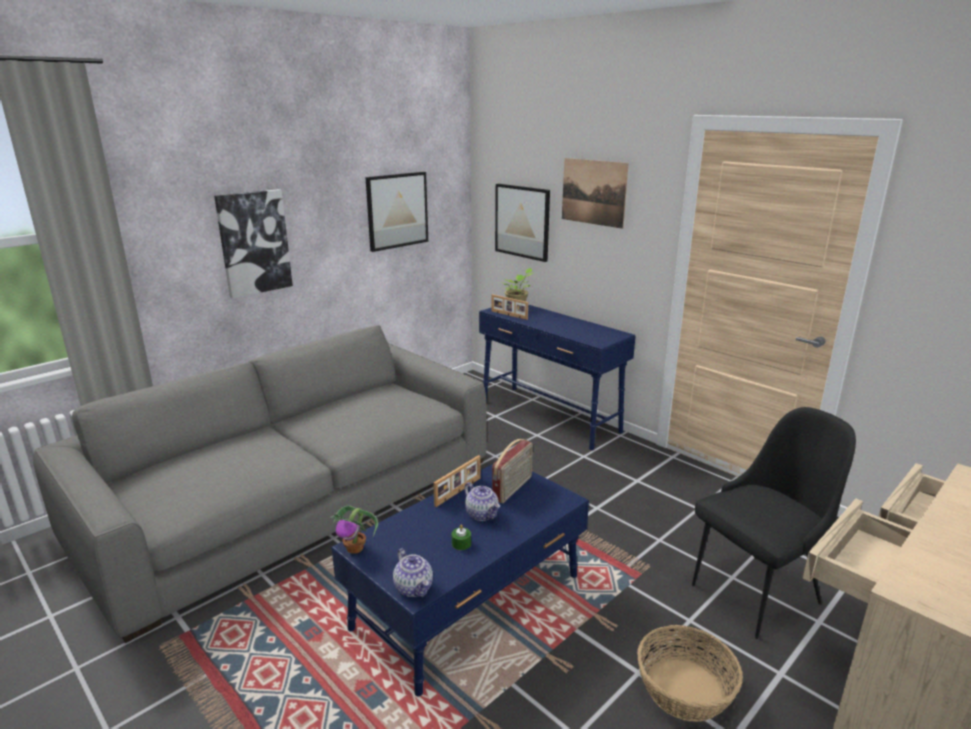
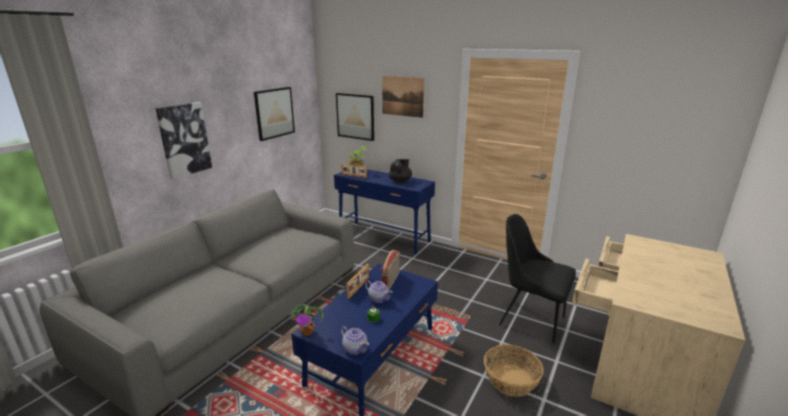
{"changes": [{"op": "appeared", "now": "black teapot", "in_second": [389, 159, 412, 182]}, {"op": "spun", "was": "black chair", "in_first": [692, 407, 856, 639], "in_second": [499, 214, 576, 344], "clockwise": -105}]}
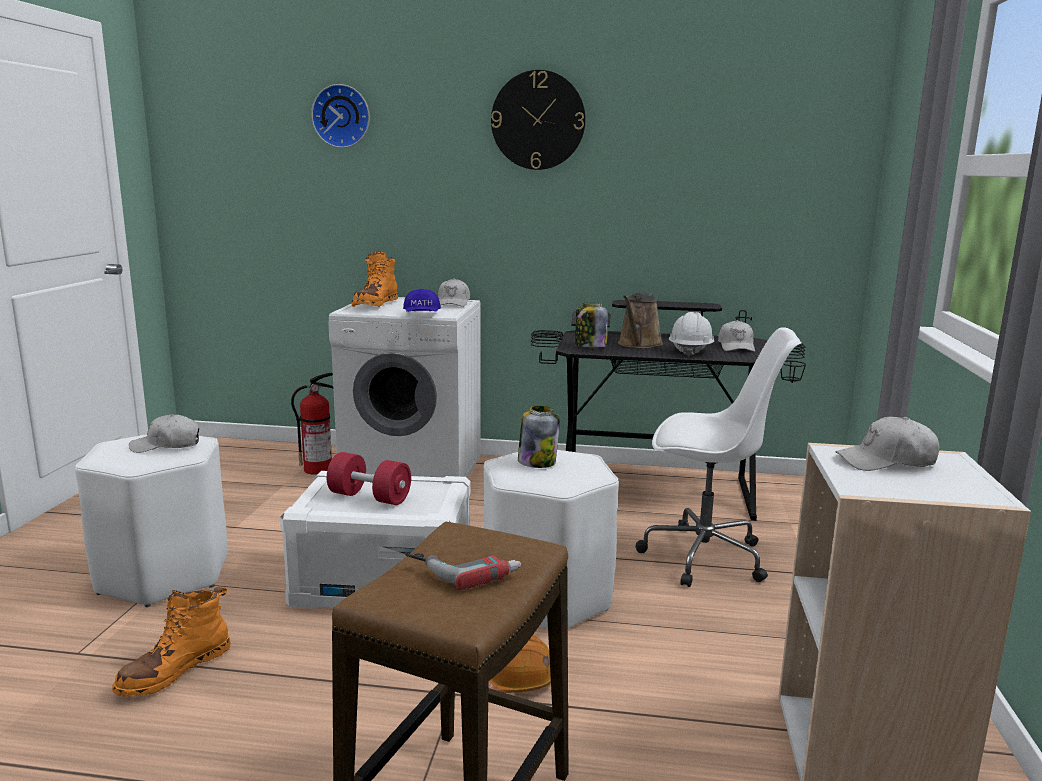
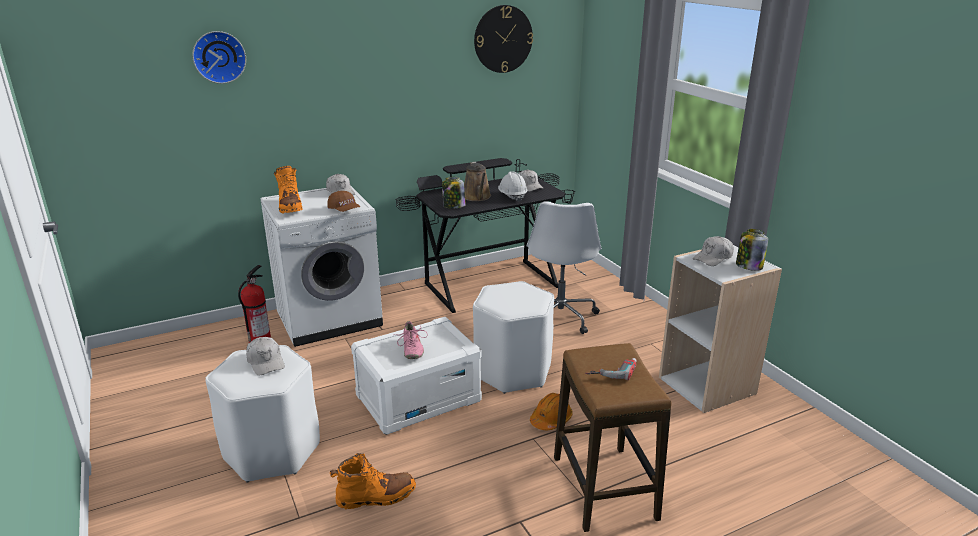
{"changes": [{"op": "spun", "was": "white cap", "in_first": [129, 414, 199, 453], "in_second": [246, 337, 285, 375], "clockwise": -75}, {"op": "colour", "was": "blue cap", "now": "brown cap", "in_first": [403, 289, 441, 312], "in_second": [327, 191, 361, 212]}, {"op": "spun", "was": "orange boot", "in_first": [112, 587, 231, 697], "in_second": [330, 453, 416, 510], "clockwise": -105}, {"op": "exchanged", "was": "red dumbbell", "now": "pink shoe", "in_first": [327, 452, 411, 505], "in_second": [395, 321, 428, 359]}, {"op": "relocated", "was": "wall clock", "in_first": [491, 70, 586, 170], "in_second": [474, 5, 533, 73]}, {"op": "spun", "was": "white office chair", "in_first": [635, 327, 802, 587], "in_second": [526, 201, 602, 334], "clockwise": 120}, {"op": "relocated", "was": "jar", "in_first": [518, 406, 560, 468], "in_second": [736, 229, 768, 271]}]}
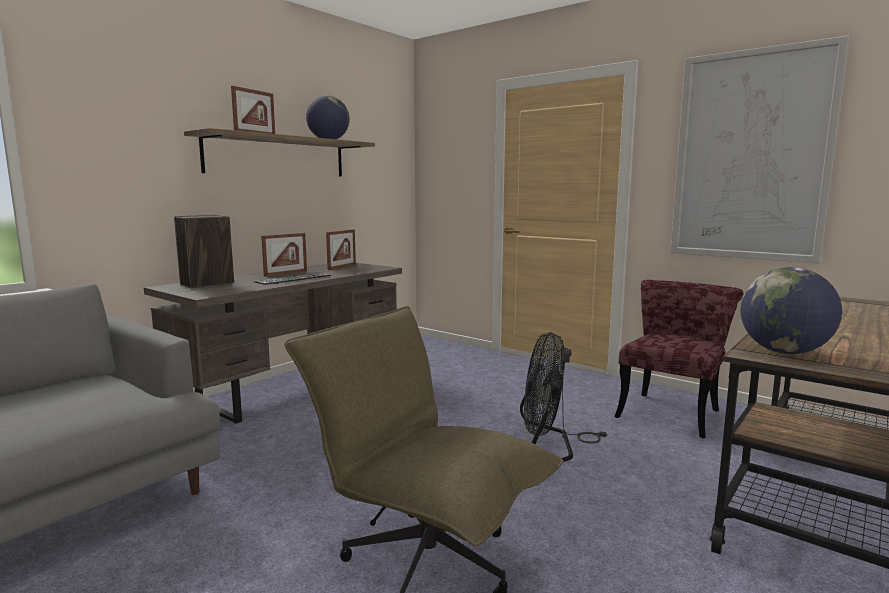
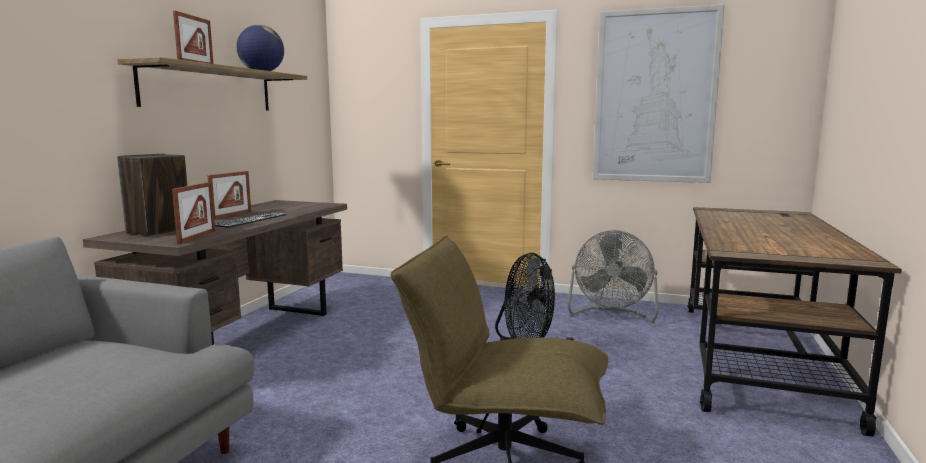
{"changes": [{"op": "relocated", "was": "picture frame", "in_first": [326, 229, 356, 270], "in_second": [172, 182, 215, 244]}, {"op": "exchanged", "was": "red chair", "now": "grey fan", "in_first": [614, 280, 744, 438], "in_second": [567, 230, 658, 324]}, {"op": "missing", "was": "globe", "in_first": [740, 267, 842, 354]}]}
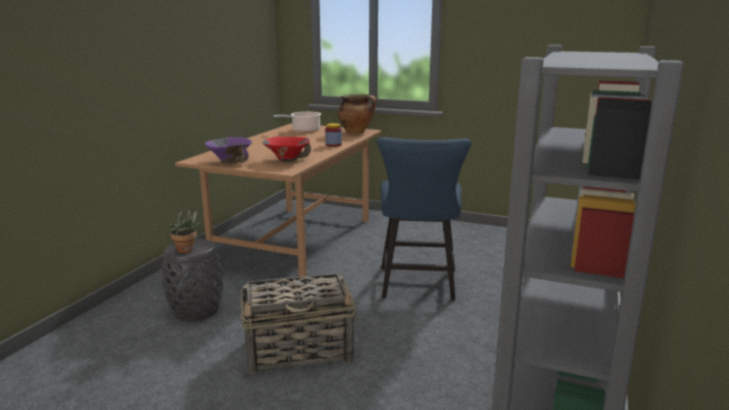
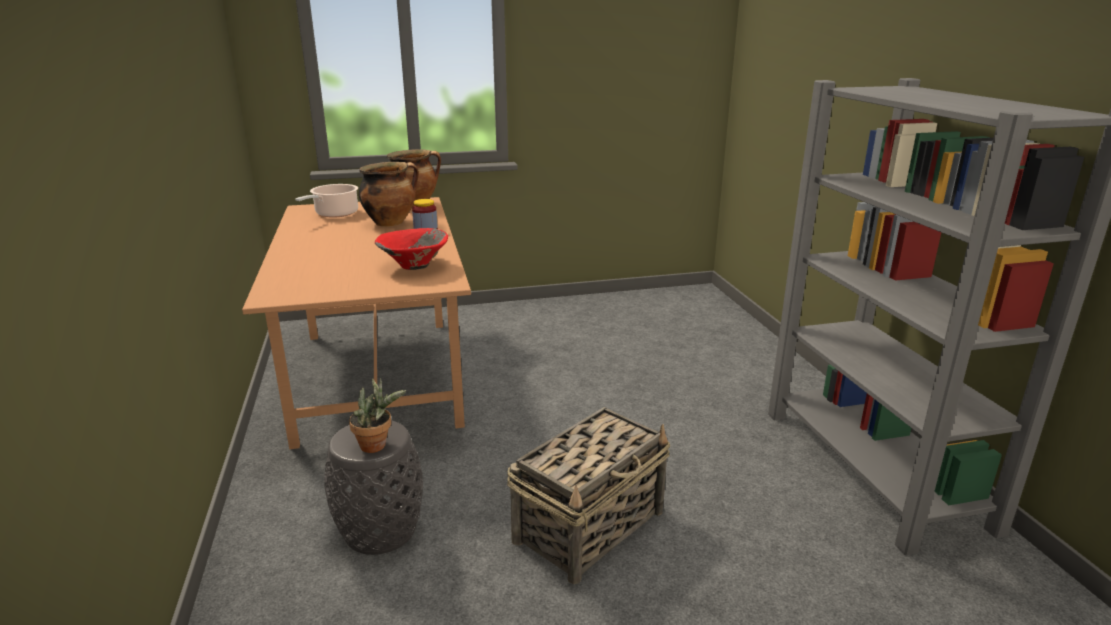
{"changes": [{"op": "appeared", "now": "cooking pot", "in_second": [359, 162, 419, 227]}, {"op": "missing", "was": "purple bowl", "in_first": [205, 137, 252, 163]}, {"op": "missing", "was": "blue chair", "in_first": [377, 137, 472, 301]}]}
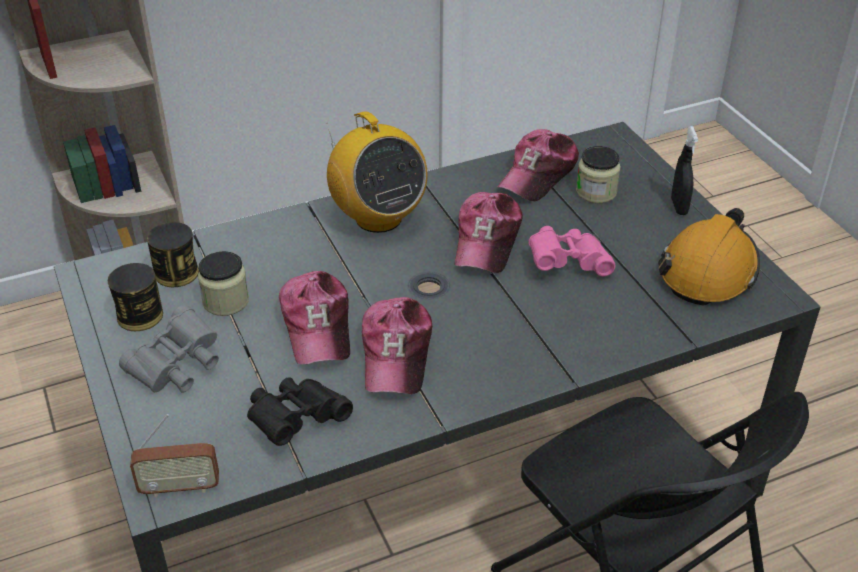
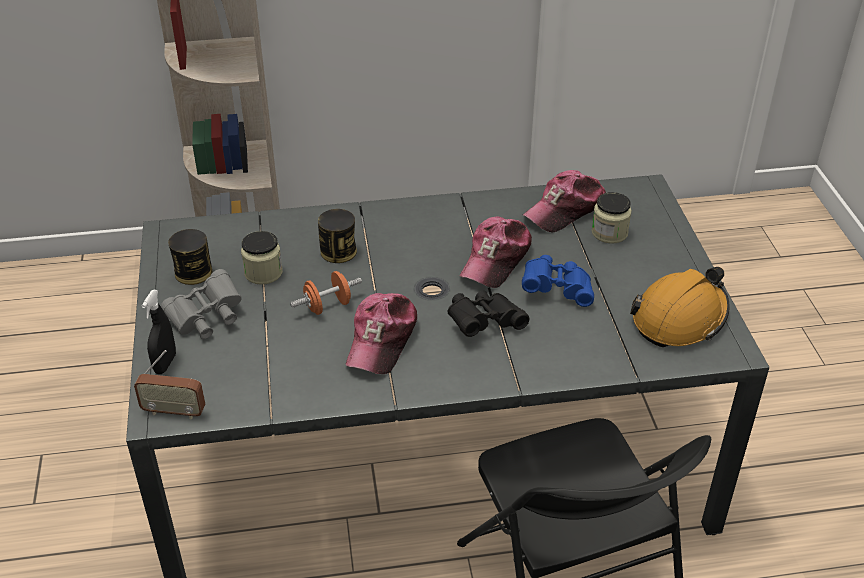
{"changes": [{"op": "relocated", "was": "black spray bottle", "in_first": [671, 126, 698, 215], "in_second": [142, 290, 176, 374]}, {"op": "exchanged", "was": "cap", "now": "orange dumbbell", "in_first": [279, 271, 350, 365], "in_second": [290, 271, 362, 315]}, {"op": "relocated", "was": "can", "in_first": [147, 222, 199, 287], "in_second": [318, 209, 357, 263]}, {"op": "relocated", "was": "black binoculars", "in_first": [247, 377, 353, 446], "in_second": [448, 290, 529, 337]}, {"op": "colour", "was": "pink binoculars", "now": "blue binoculars", "in_first": [528, 226, 616, 276], "in_second": [522, 255, 594, 307]}, {"op": "missing", "was": "radio", "in_first": [326, 111, 428, 233]}]}
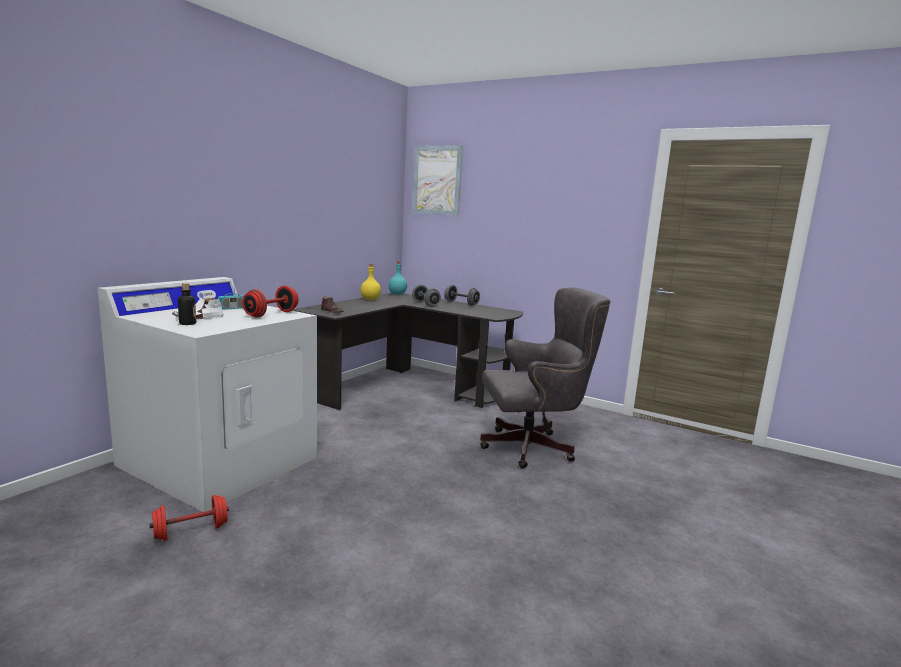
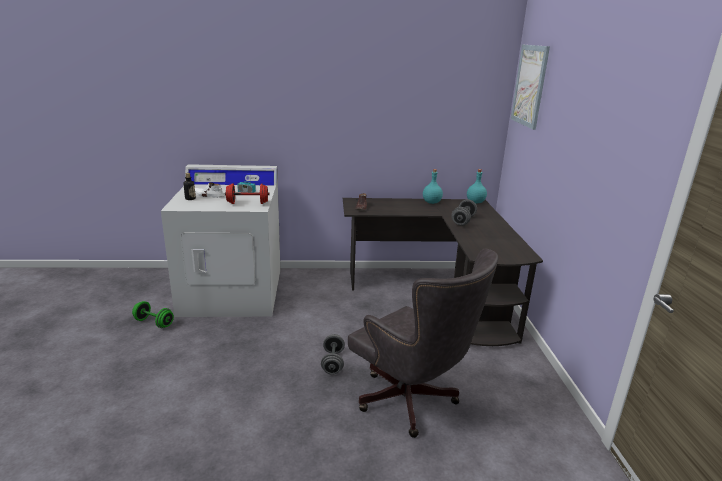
{"changes": [{"op": "colour", "was": "red dumbbell", "now": "green dumbbell", "in_first": [149, 495, 229, 541], "in_second": [132, 301, 174, 328]}, {"op": "relocated", "was": "grey dumbbell", "in_first": [444, 285, 480, 306], "in_second": [321, 334, 345, 375]}, {"op": "colour", "was": "yellow bottle", "now": "turquoise bottle", "in_first": [360, 264, 381, 300], "in_second": [423, 169, 443, 204]}]}
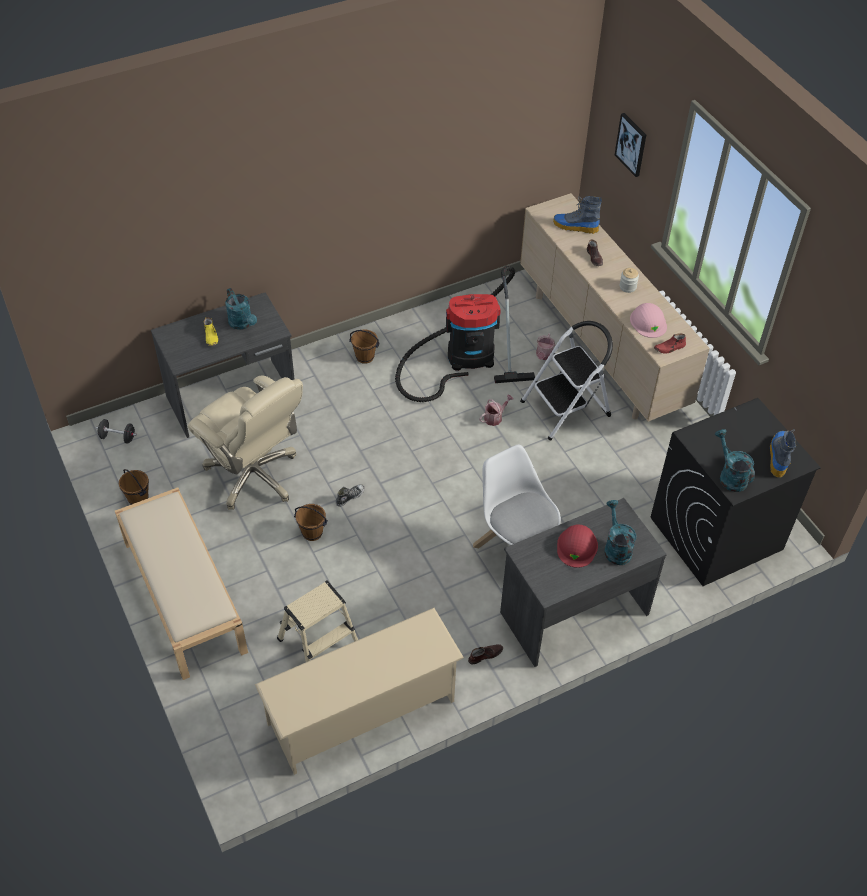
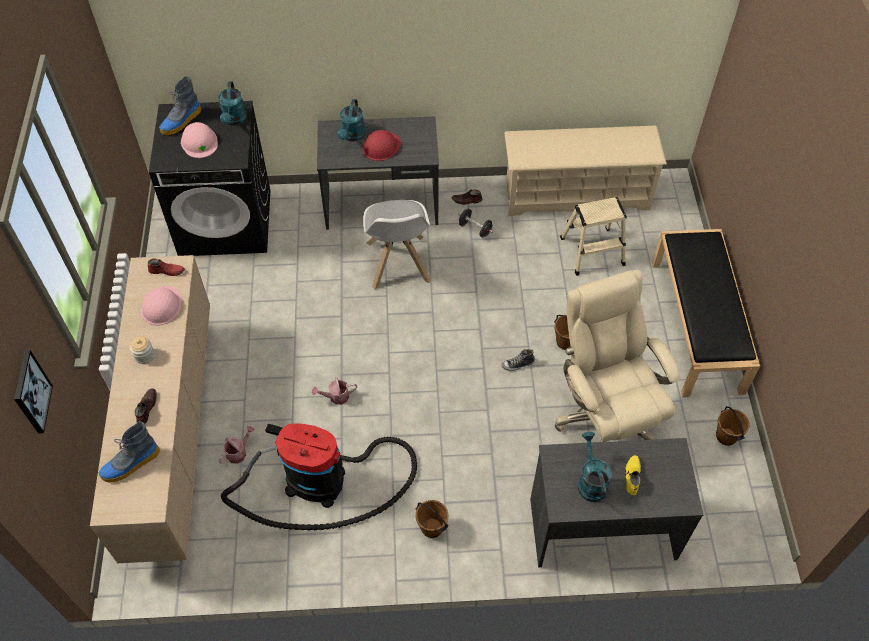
{"changes": [{"op": "spun", "was": "boot", "in_first": [553, 196, 602, 234], "in_second": [99, 421, 160, 483], "clockwise": 105}, {"op": "appeared", "now": "pink hard hat", "in_second": [181, 122, 218, 158]}, {"op": "relocated", "was": "black dumbbell", "in_first": [96, 419, 137, 444], "in_second": [459, 209, 493, 238]}, {"op": "colour", "was": "beige bench", "now": "black bench", "in_first": [115, 488, 248, 680], "in_second": [652, 229, 760, 398]}, {"op": "missing", "was": "step ladder", "in_first": [520, 321, 613, 440]}]}
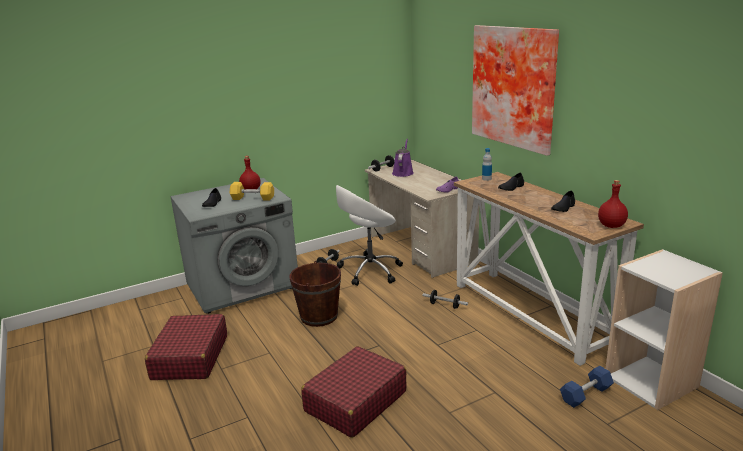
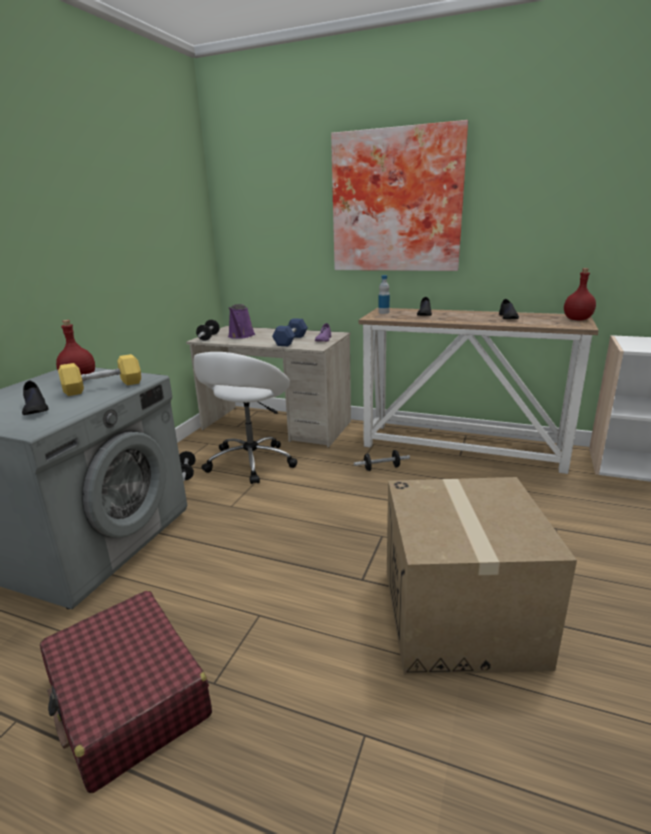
{"changes": [{"op": "spun", "was": "purple watering can", "in_first": [392, 139, 414, 177], "in_second": [228, 304, 255, 339], "clockwise": -150}, {"op": "relocated", "was": "blue dumbbell", "in_first": [560, 366, 614, 408], "in_second": [272, 318, 308, 346]}, {"op": "exchanged", "was": "red suitcase", "now": "cardboard box", "in_first": [301, 346, 407, 438], "in_second": [387, 477, 577, 675]}, {"op": "missing", "was": "brown bucket", "in_first": [289, 261, 341, 327]}]}
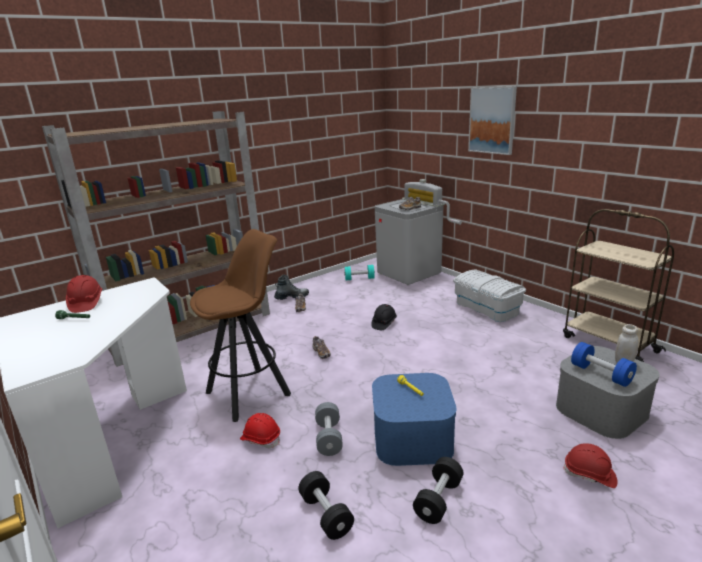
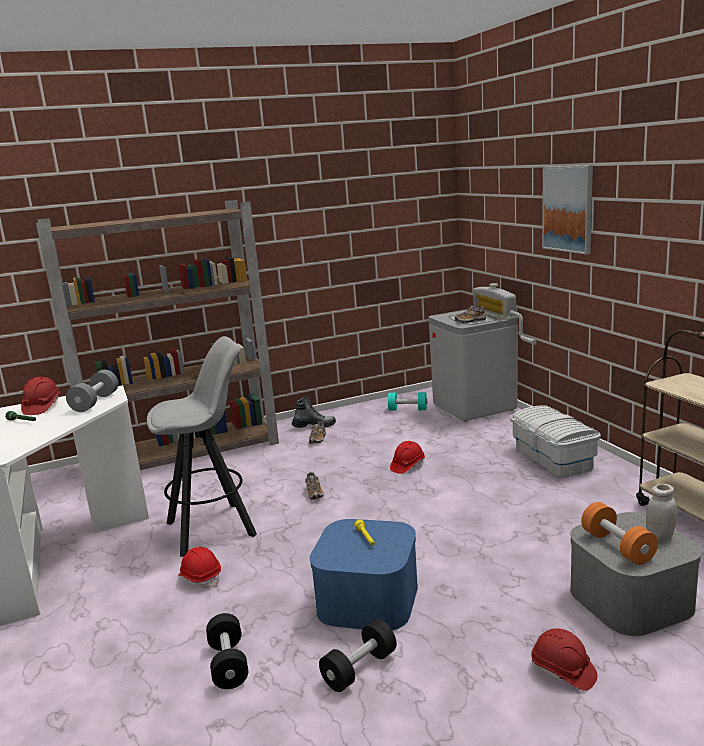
{"changes": [{"op": "relocated", "was": "grey dumbbell", "in_first": [315, 402, 343, 456], "in_second": [66, 370, 118, 412]}, {"op": "colour", "was": "brown stool", "now": "grey stool", "in_first": [190, 229, 291, 422], "in_second": [147, 336, 257, 557]}, {"op": "colour", "was": "black hard hat", "now": "red hard hat", "in_first": [371, 304, 397, 330], "in_second": [390, 441, 425, 474]}, {"op": "colour", "was": "blue dumbbell", "now": "orange dumbbell", "in_first": [571, 342, 637, 387], "in_second": [581, 502, 658, 565]}]}
